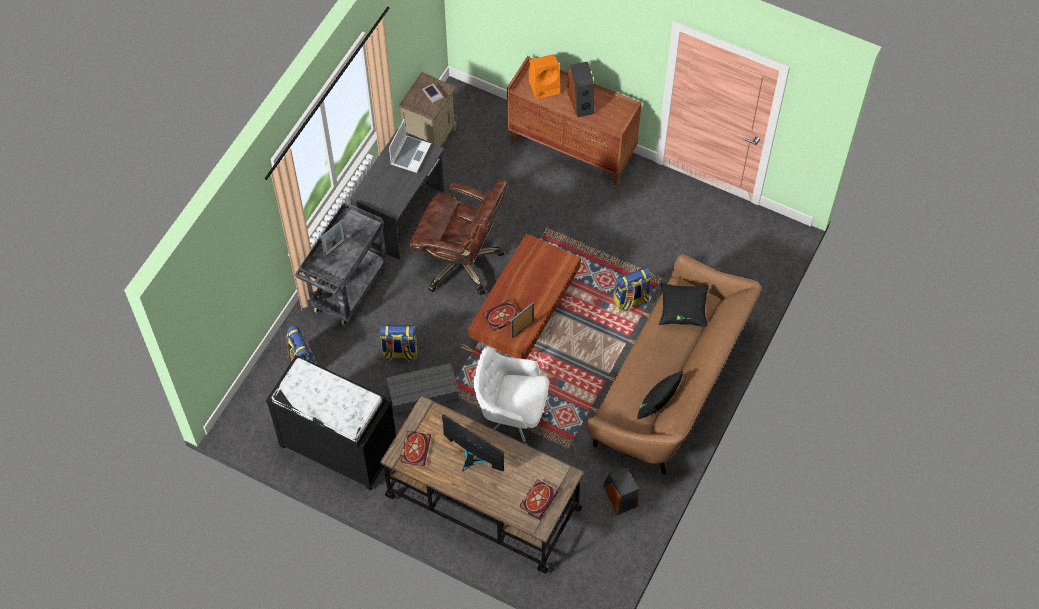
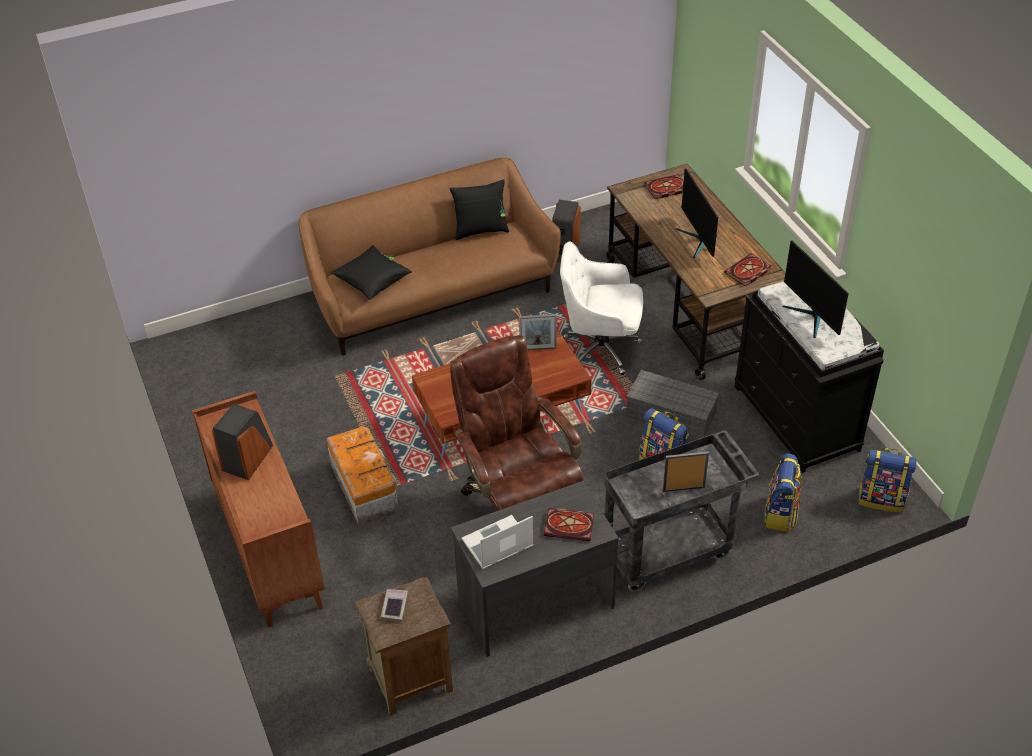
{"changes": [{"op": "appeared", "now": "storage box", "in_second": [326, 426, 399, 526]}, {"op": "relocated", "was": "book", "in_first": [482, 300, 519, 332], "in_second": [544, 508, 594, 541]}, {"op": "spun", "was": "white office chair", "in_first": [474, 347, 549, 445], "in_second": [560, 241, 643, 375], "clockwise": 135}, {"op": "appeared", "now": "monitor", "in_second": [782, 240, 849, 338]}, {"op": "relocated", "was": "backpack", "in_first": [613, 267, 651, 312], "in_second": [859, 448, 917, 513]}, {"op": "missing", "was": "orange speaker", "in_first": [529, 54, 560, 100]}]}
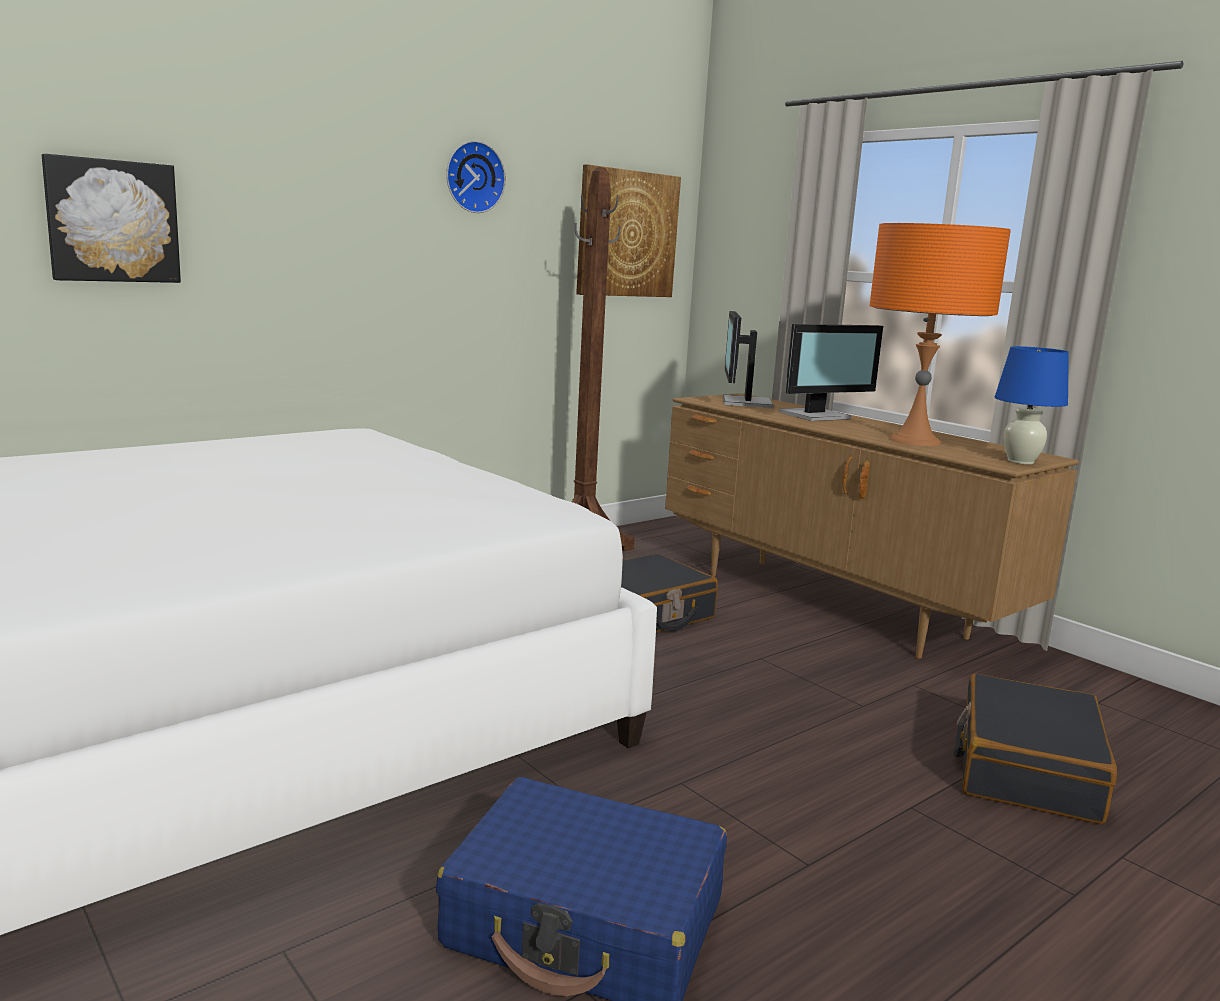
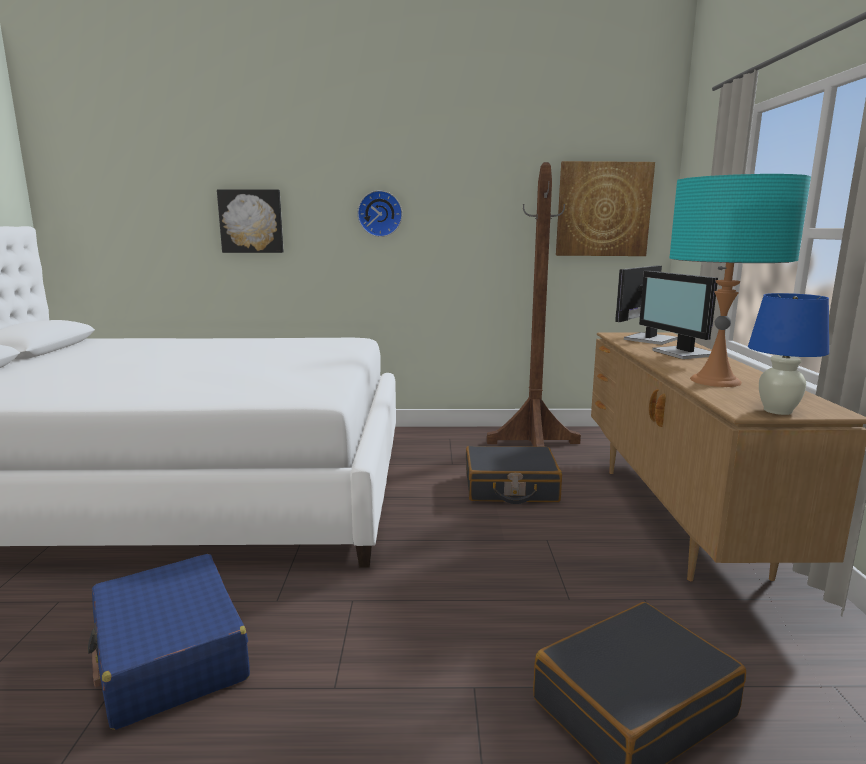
{"changes": [{"op": "relocated", "was": "wall clock", "in_first": [446, 141, 506, 213], "in_second": [357, 190, 402, 237]}, {"op": "spun", "was": "monitor", "in_first": [779, 324, 883, 421], "in_second": [639, 271, 718, 359], "clockwise": 60}, {"op": "colour", "was": "orange table lamp", "now": "turquoise table lamp", "in_first": [870, 223, 1011, 446], "in_second": [669, 174, 811, 387]}]}
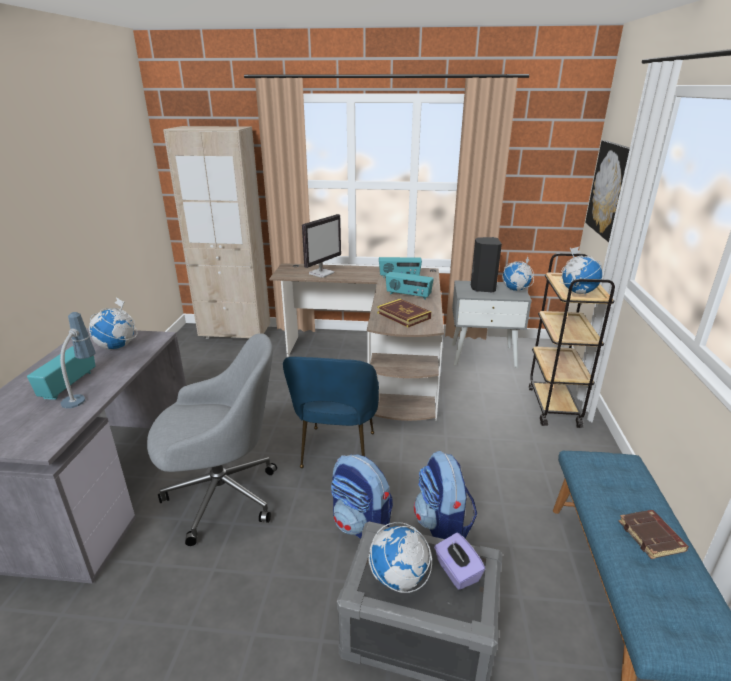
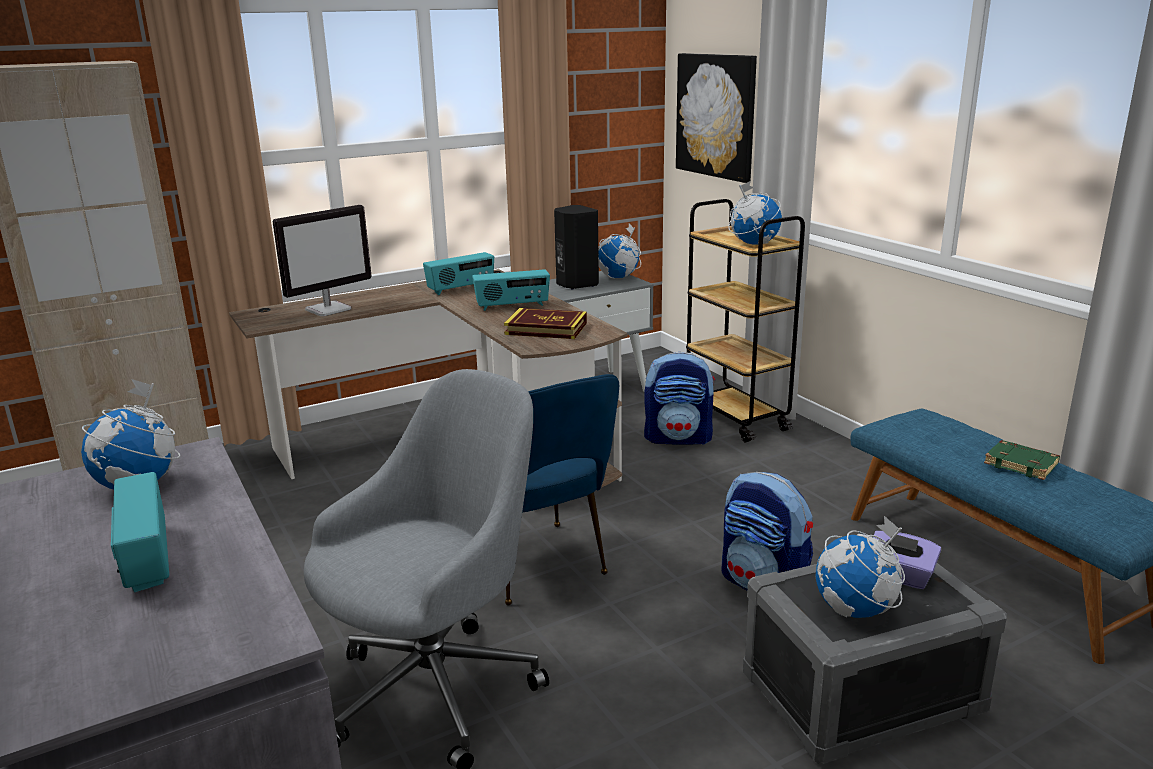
{"changes": [{"op": "spun", "was": "monitor", "in_first": [302, 214, 341, 278], "in_second": [272, 205, 372, 316], "clockwise": 45}, {"op": "relocated", "was": "backpack", "in_first": [331, 454, 393, 538], "in_second": [644, 352, 715, 445]}, {"op": "colour", "was": "brown book", "now": "green book", "in_first": [619, 510, 689, 559], "in_second": [984, 440, 1060, 480]}, {"op": "missing", "was": "table lamp", "in_first": [60, 312, 96, 408]}]}
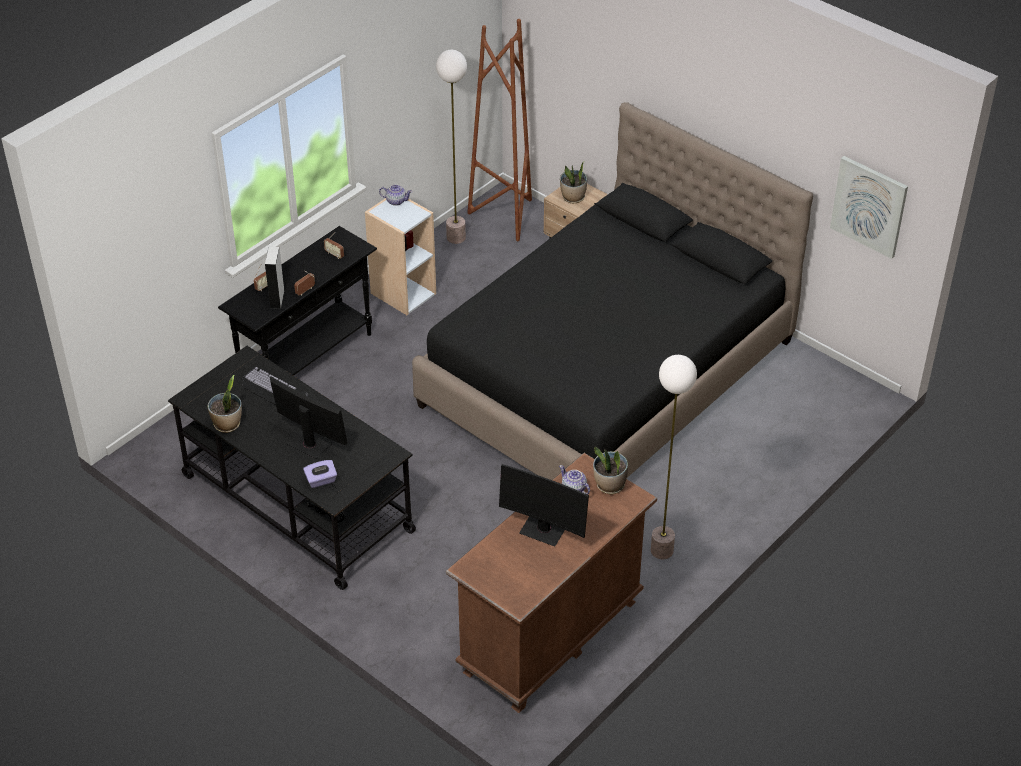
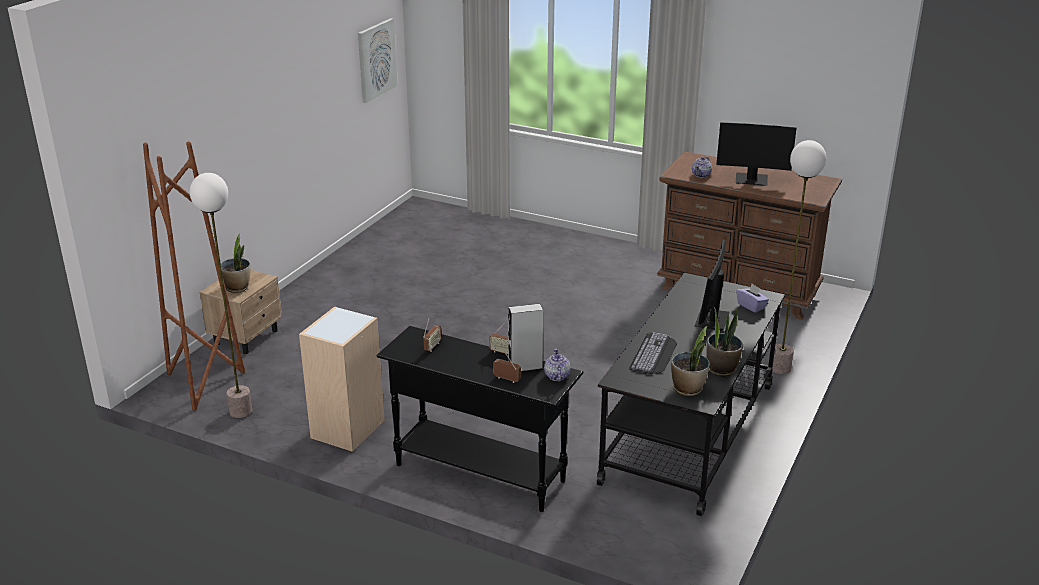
{"changes": [{"op": "relocated", "was": "teapot", "in_first": [379, 185, 412, 206], "in_second": [544, 349, 571, 382]}, {"op": "relocated", "was": "potted plant", "in_first": [593, 447, 628, 494], "in_second": [671, 326, 710, 396]}, {"op": "spun", "was": "monitor", "in_first": [499, 464, 589, 547], "in_second": [716, 122, 797, 186], "clockwise": 90}, {"op": "relocated", "was": "floor lamp", "in_first": [651, 355, 697, 559], "in_second": [772, 140, 826, 374]}, {"op": "missing", "was": "black bed", "in_first": [412, 102, 813, 480]}]}
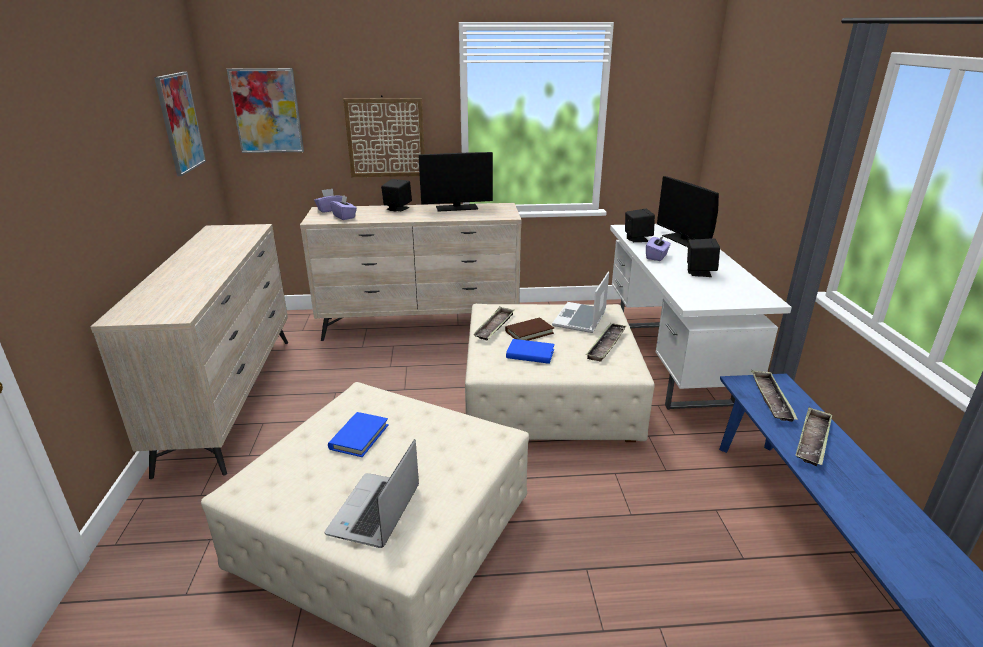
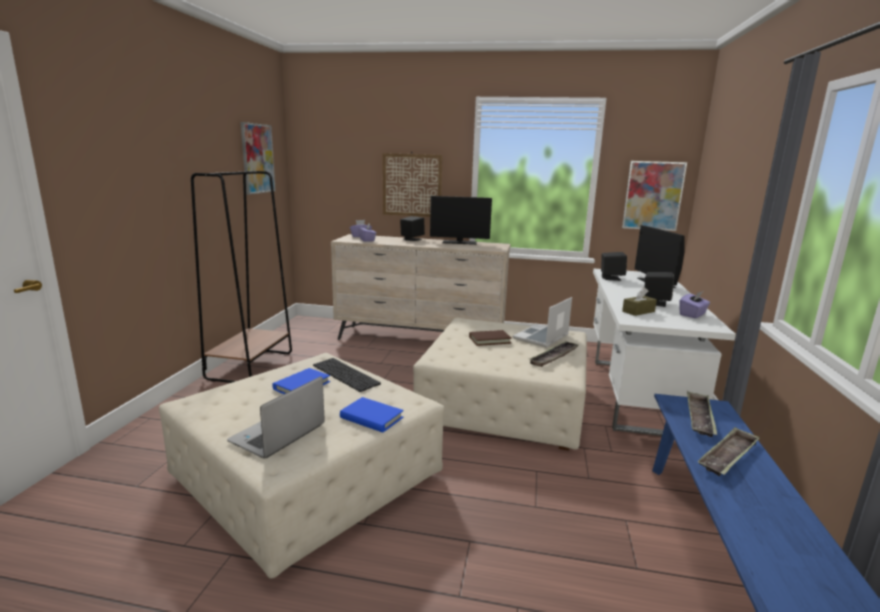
{"changes": [{"op": "exchanged", "was": "beige dresser", "now": "clothes rack", "in_first": [90, 224, 288, 479], "in_second": [191, 171, 292, 383]}, {"op": "appeared", "now": "keyboard", "in_second": [313, 358, 381, 392]}, {"op": "relocated", "was": "blue book", "in_first": [506, 339, 555, 364], "in_second": [340, 397, 403, 432]}, {"op": "relocated", "was": "picture", "in_first": [227, 68, 304, 153], "in_second": [622, 161, 687, 231]}, {"op": "appeared", "now": "brown tissue box", "in_second": [622, 287, 657, 316]}, {"op": "relocated", "was": "purple tissue box", "in_first": [646, 235, 671, 261], "in_second": [679, 291, 710, 318]}, {"op": "missing", "was": "tray", "in_first": [473, 306, 515, 341]}]}
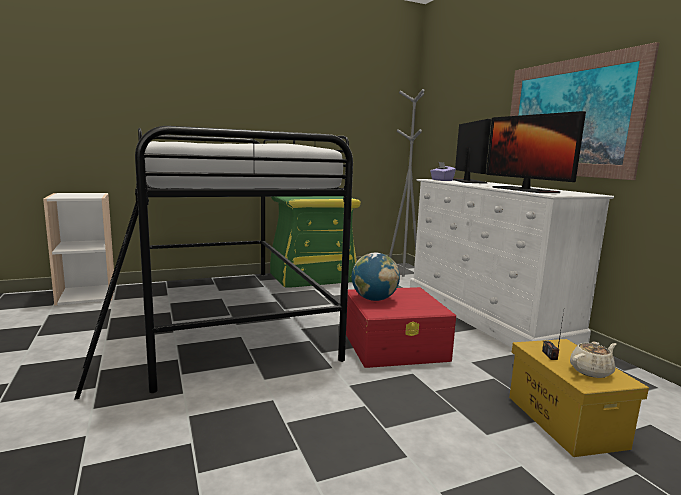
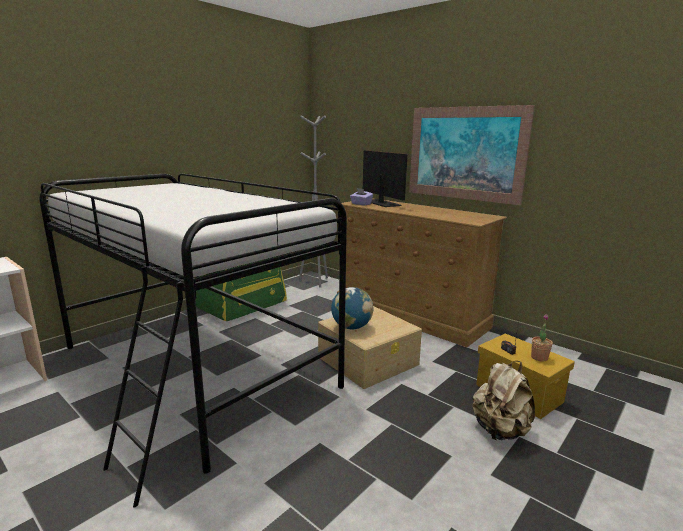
{"changes": [{"op": "colour", "was": "red storage box", "now": "beige storage box", "in_first": [346, 287, 456, 368], "in_second": [318, 306, 422, 389]}, {"op": "colour", "was": "white dresser", "now": "brown dresser", "in_first": [410, 179, 614, 348], "in_second": [337, 198, 507, 347]}, {"op": "appeared", "now": "beige backpack", "in_second": [472, 361, 535, 441]}, {"op": "exchanged", "was": "beige teapot", "now": "potted plant", "in_first": [570, 342, 616, 378], "in_second": [531, 314, 553, 362]}, {"op": "missing", "was": "monitor", "in_first": [486, 111, 586, 193]}]}
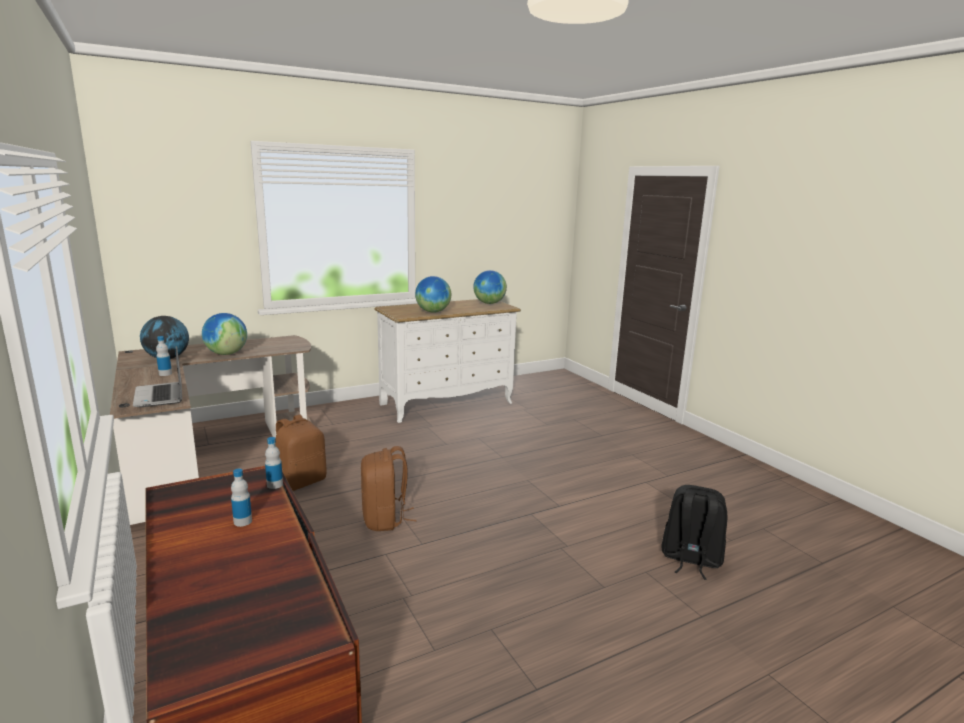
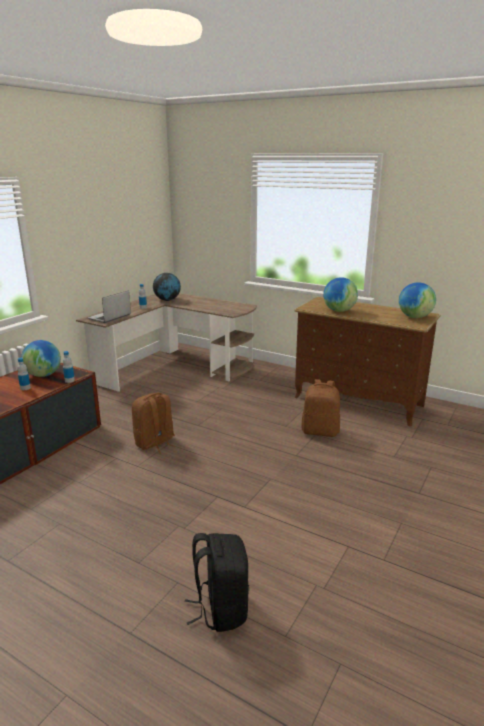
{"changes": [{"op": "relocated", "was": "globe", "in_first": [202, 313, 247, 355], "in_second": [21, 340, 61, 377]}, {"op": "colour", "was": "white dresser", "now": "brown dresser", "in_first": [374, 299, 521, 423], "in_second": [294, 297, 441, 427]}, {"op": "relocated", "was": "brown backpack", "in_first": [275, 415, 327, 491], "in_second": [301, 379, 340, 437]}]}
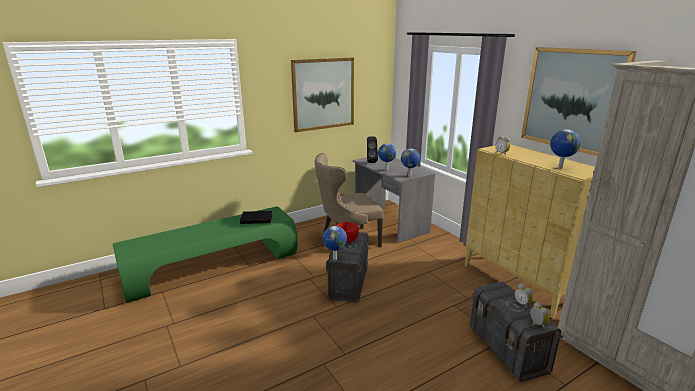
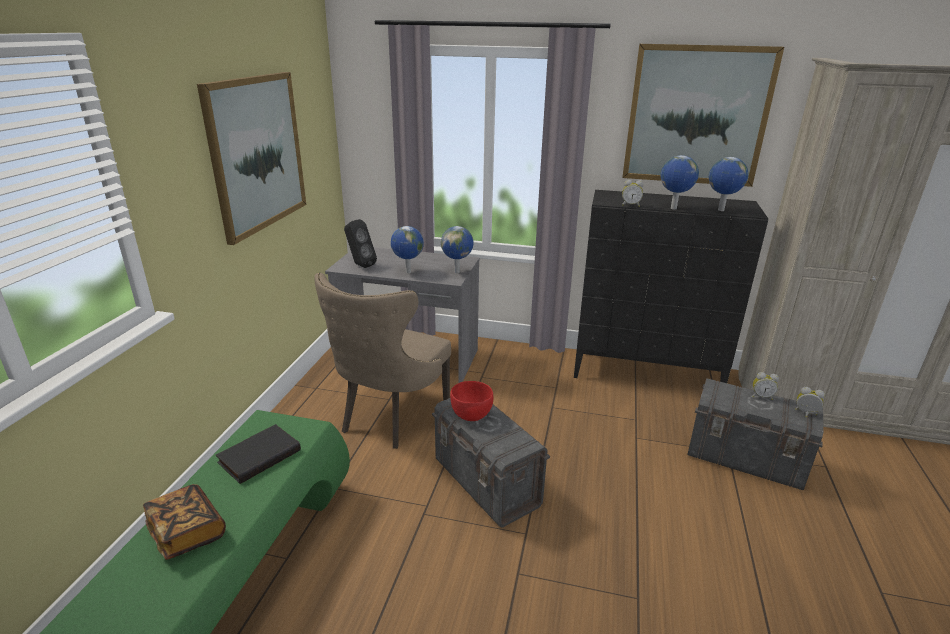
{"changes": [{"op": "appeared", "now": "book", "in_second": [143, 484, 226, 560]}, {"op": "colour", "was": "beige dresser", "now": "black dresser", "in_first": [465, 144, 595, 318], "in_second": [574, 190, 768, 383]}, {"op": "relocated", "was": "globe", "in_first": [322, 226, 347, 260], "in_second": [660, 155, 699, 209]}]}
